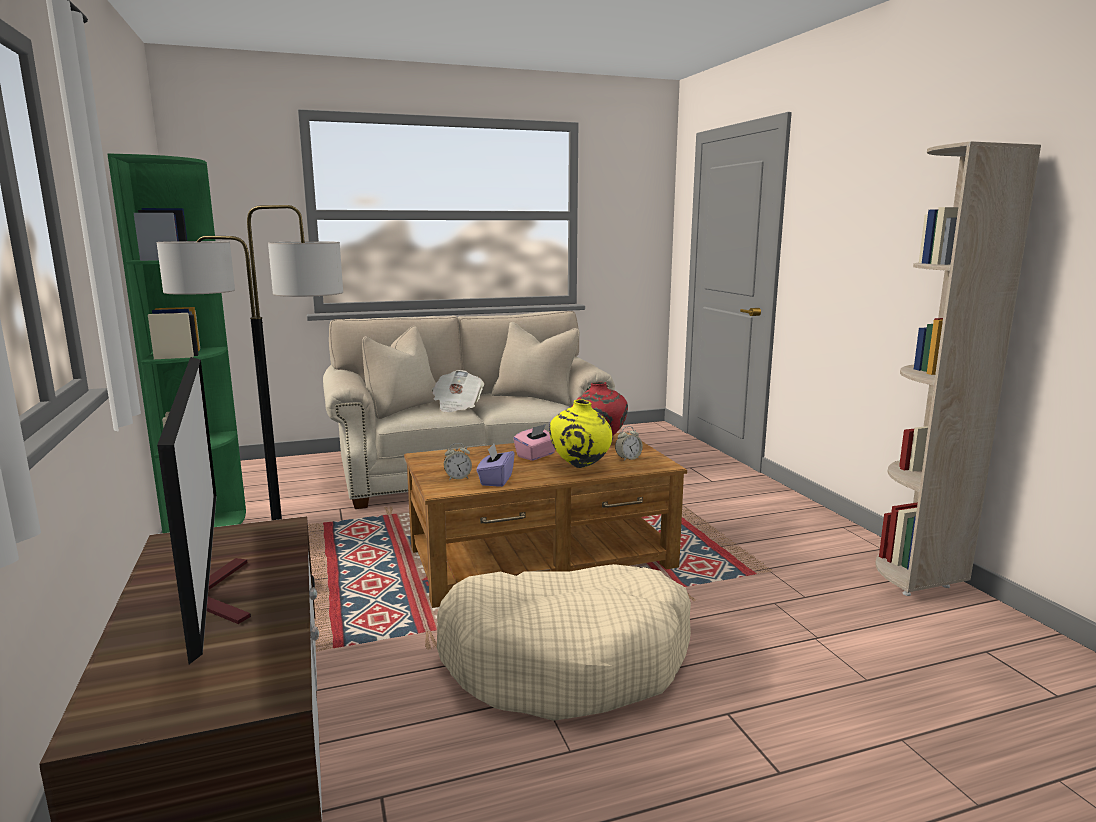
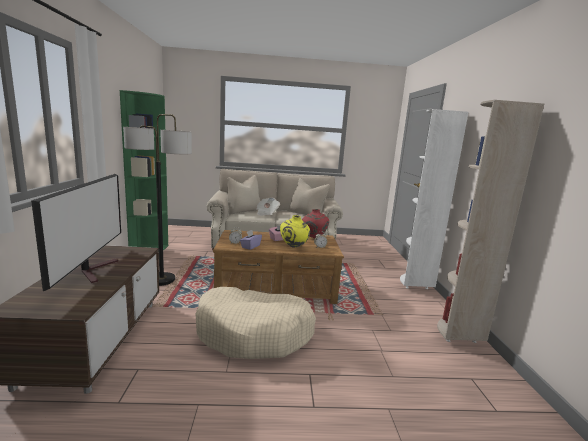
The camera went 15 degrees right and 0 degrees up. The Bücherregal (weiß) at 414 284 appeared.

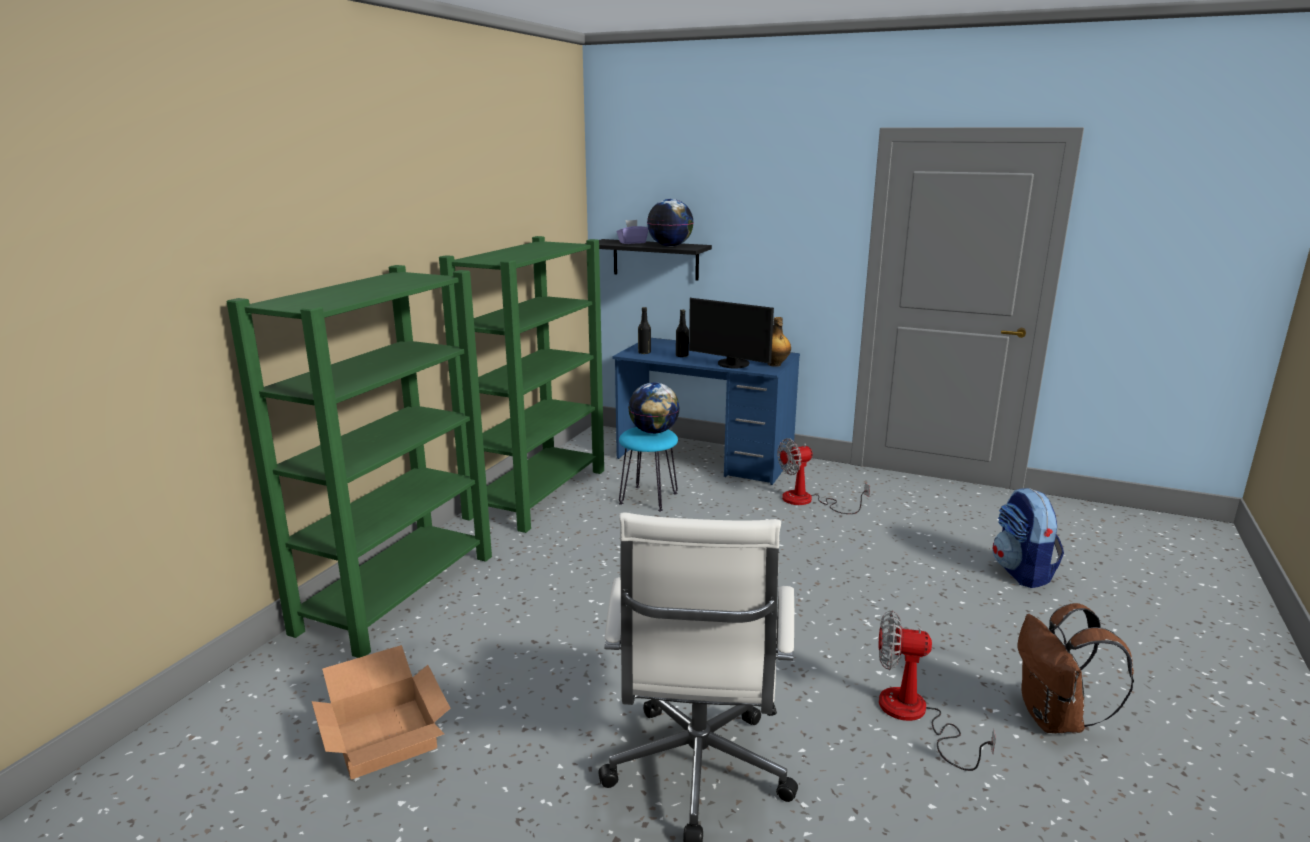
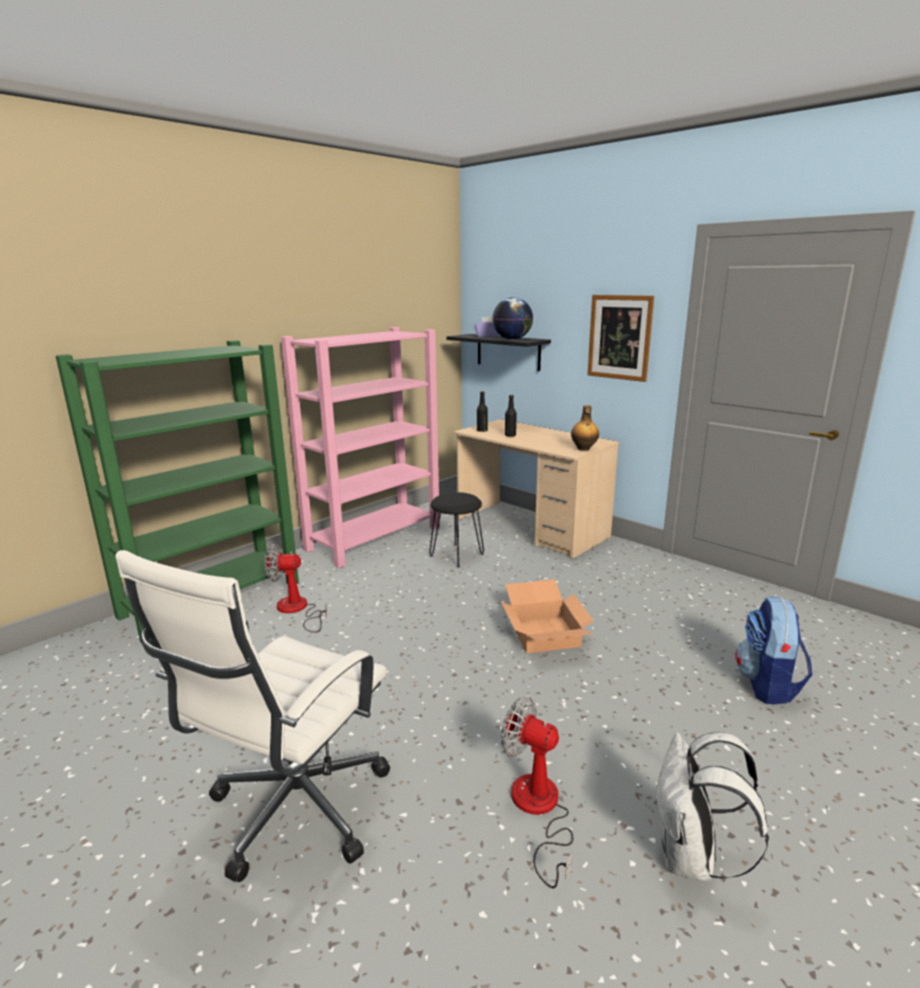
The camera went 20 degrees right and 0 degrees up. The Bücherregal (grün) at 537 493 became the Bücherregal (rosa) at 374 538. The Monitor at 731 365 disappeared. The Schreibtisch (blau) at 705 458 became the Schreibtisch (beige) at 531 528. The Globus at 653 432 disappeared. The Hocker (türkis) at 648 498 became the Hocker (schwarz) at 456 555. The Ventilator moved from 808 501 to 297 610. The Rucksack (braun) at 1055 719 became the Rucksack (weiß) at 691 857. The Karton moved from 383 736 to 543 633. The Bild at 619 337 appeared.

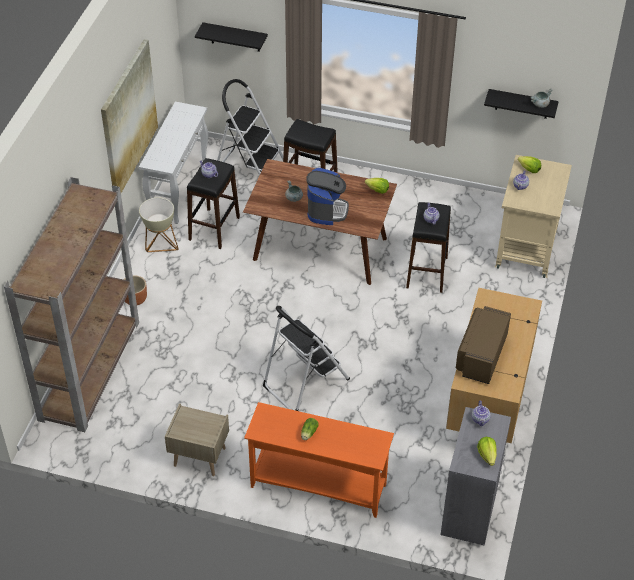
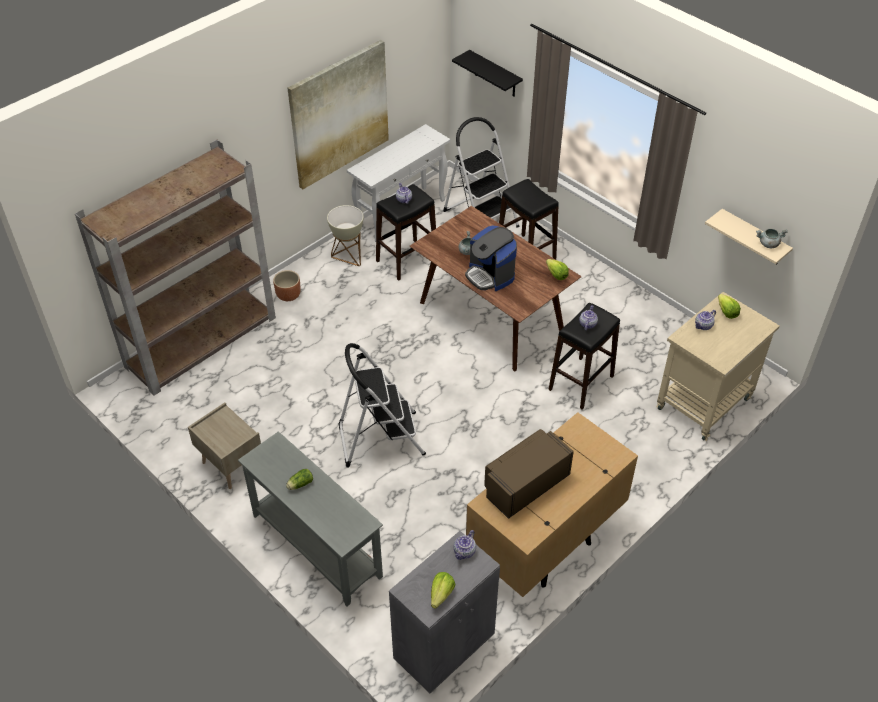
The camera went 30 degrees right and 0 degrees up. The Wandregal (schwarz) at 522 104 became the Wandregal (beige) at 754 238. The Kaffeemaschine at 326 210 turned 105 degrees clockwise. The Konsolentisch (orange) at 317 485 became the Konsolentisch (grau) at 316 545.

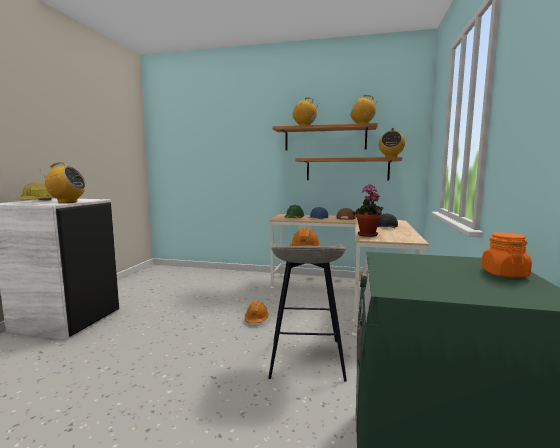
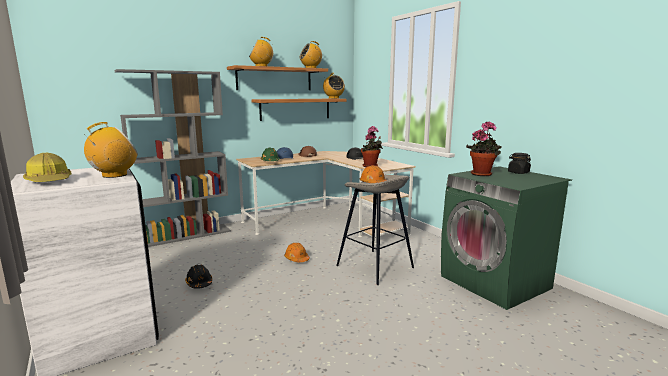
The camera went 45 degrees left and 5 degrees up. The Vorratsglas (orange) at 504 273 became the Vorratsglas (schwarz) at 518 172. The Bücherregal (grau) at 185 235 appeared. The Topfpflanze at 482 174 appeared. The Schutzhelm (schwarz) at 199 283 appeared.

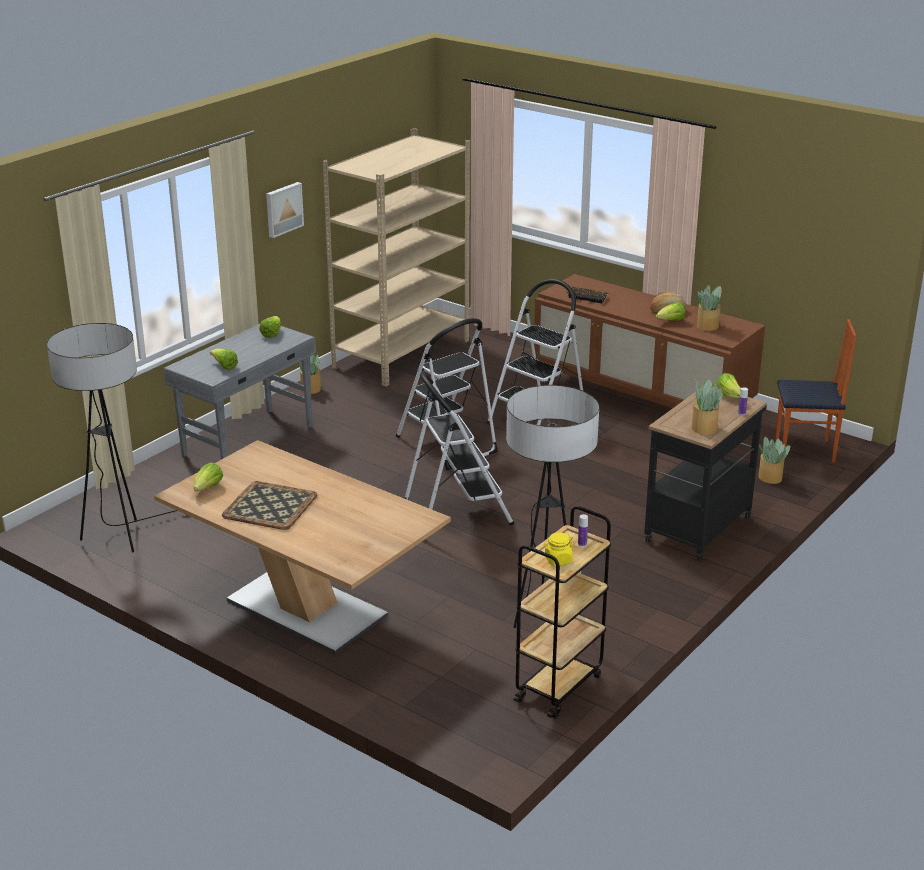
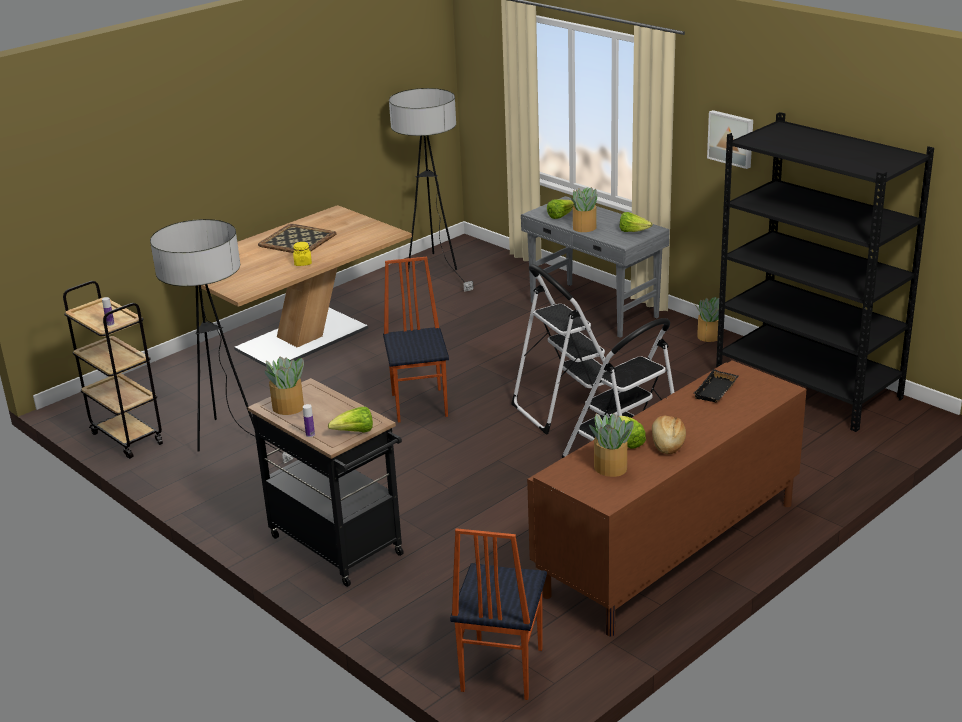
The camera went 100 degrees right and 0 degrees up. The Bücherregal (beige) at 402 353 became the Bücherregal (schwarz) at 807 387. The Trittleiter at 454 515 was replaced by the Stuhl at 420 404. The Topfpflanze moved from 770 478 to 584 228. The Salatkopf at 207 488 disappeared. The Vorratsglas (gelb) moved from 558 560 to 303 263.

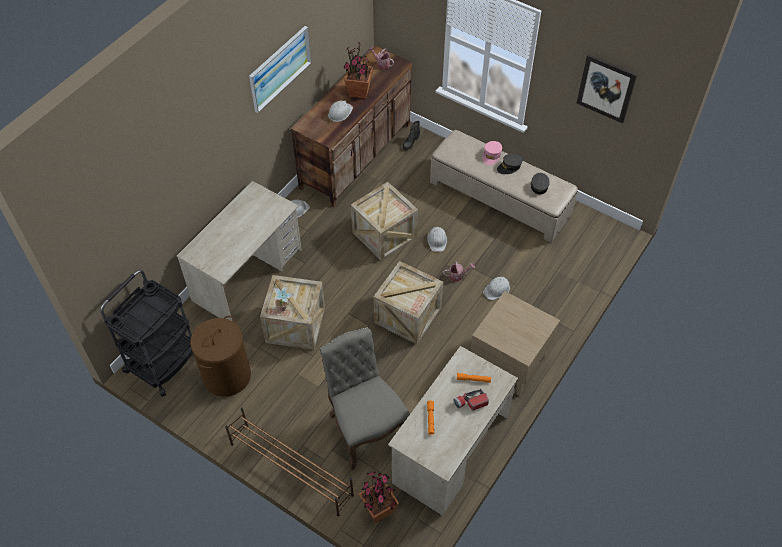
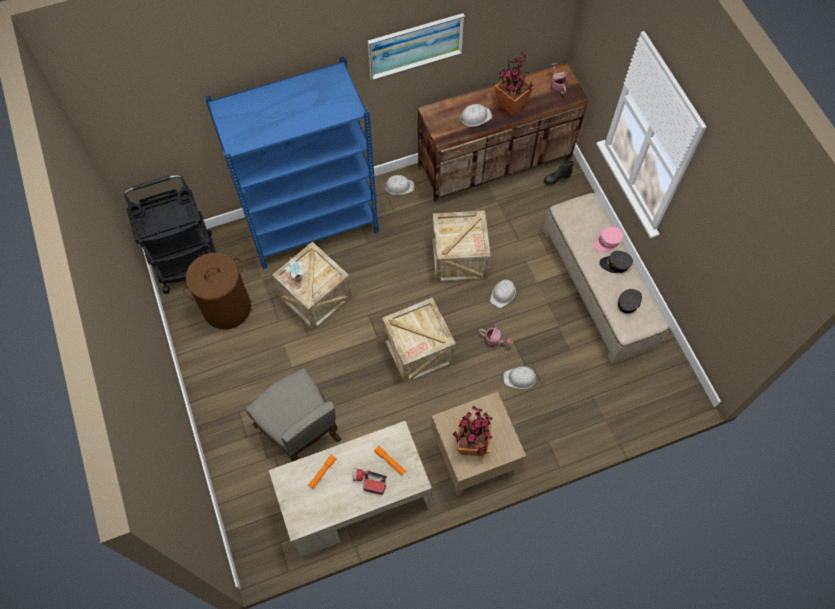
The camera went 35 degrees right and 10 degrees up. The Bild at 606 88 disappeared. The Schreibtisch (beige) at 248 275 was replaced by the Bücherregal (blau) at 312 225. The Stuhl (grau) at 366 428 turned 135 degrees clockwise. The Schuhregal (braun) at 290 468 disappeared. The Topfpflanze moved from 378 510 to 471 444.

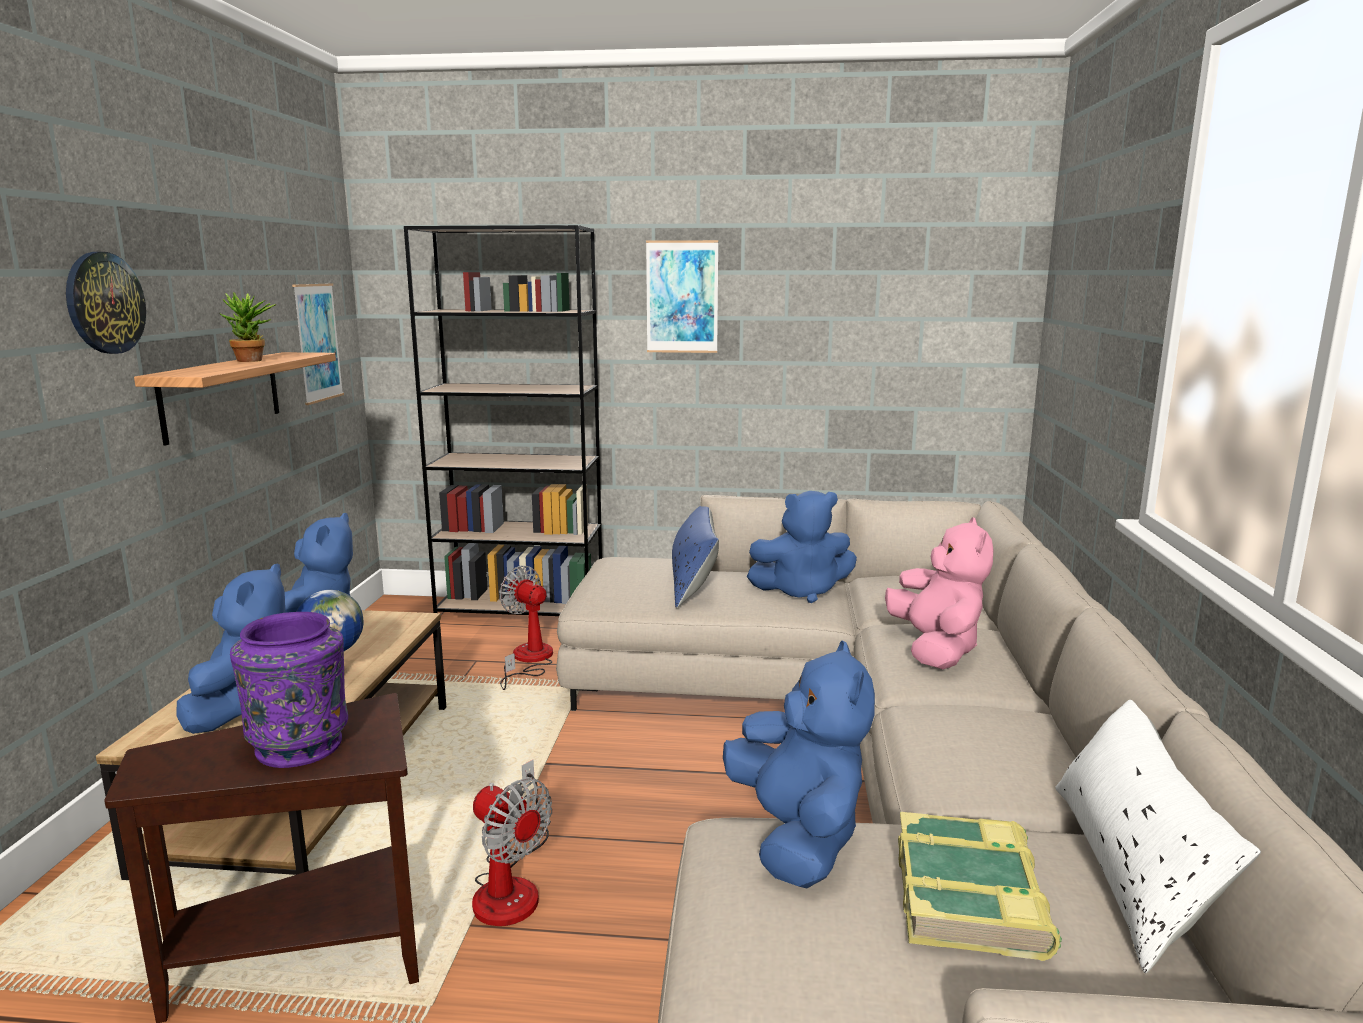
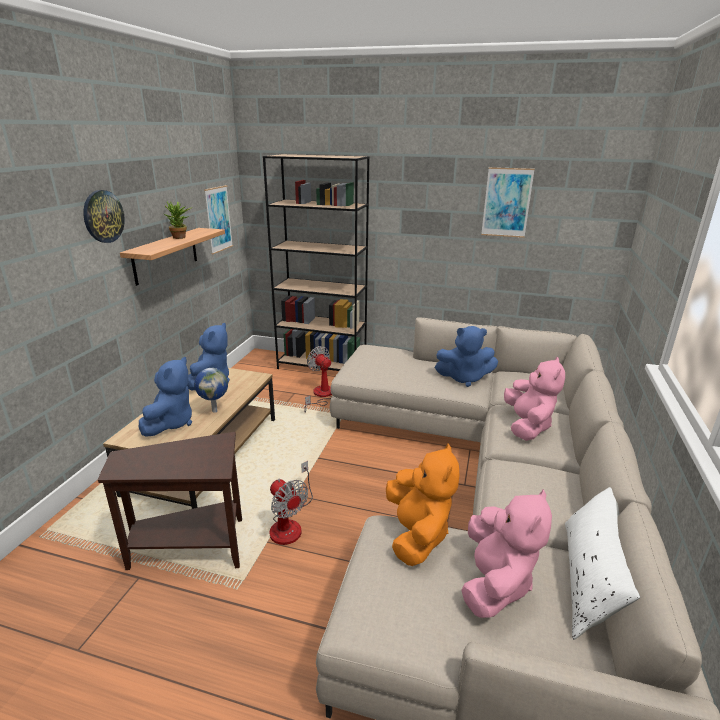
The camera went 10 degrees right and 10 degrees up. The Bild moved from 682 297 to 506 202. The Kissen (blau) at 693 581 disappeared. The Vase (lila) at 299 745 disappeared. The Plüschtier (blau) at 797 837 became the Plüschtier (orange) at 417 535. The Buch at 971 896 was replaced by the Plüschtier (rosa) at 495 583.

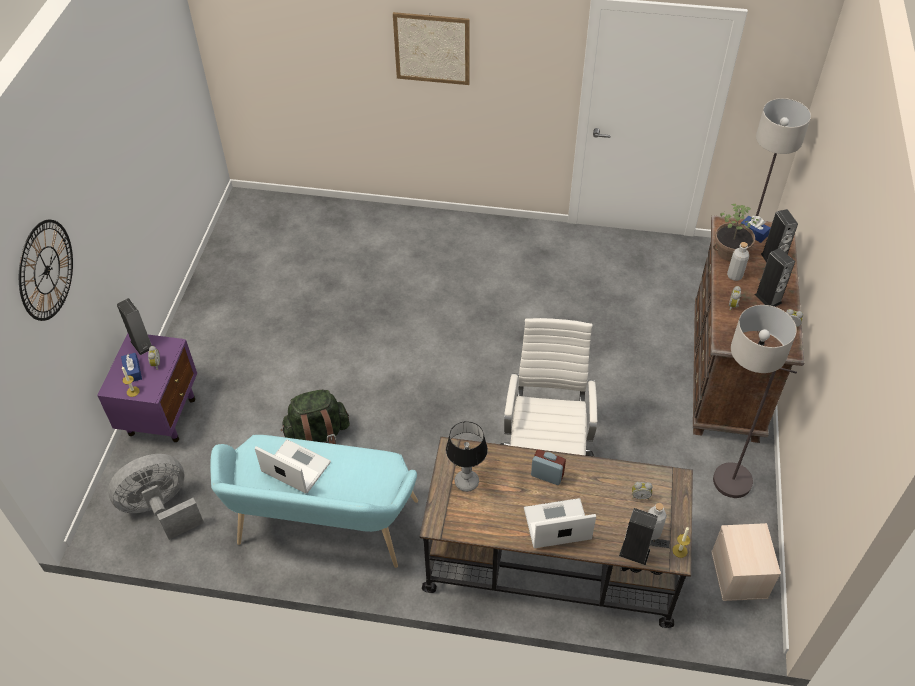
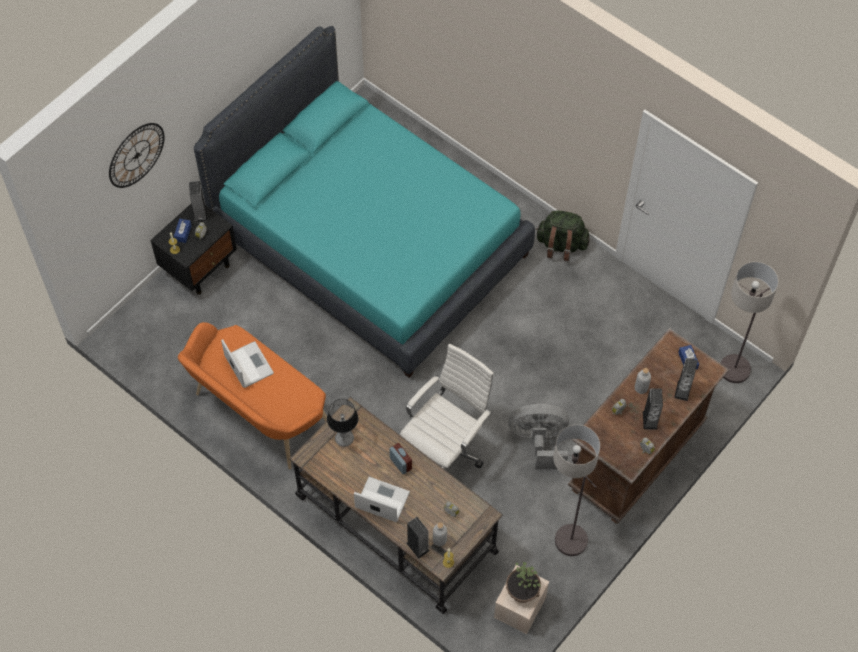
The camera went 30 degrees right and 10 degrees up. The Bild at 432 47 disappeared. The Topfpflanze moved from 730 252 to 522 591. The Nachttisch (lila) at 162 415 became the Nachttisch (schwarz) at 200 267. The Rucksack (grün) moved from 318 435 to 561 245. The Bank (türkis) at 323 529 became the Bank (orange) at 258 414. The Ventilator (grau) moved from 162 509 to 539 442. The Bett (türkis) at 370 242 appeared.

